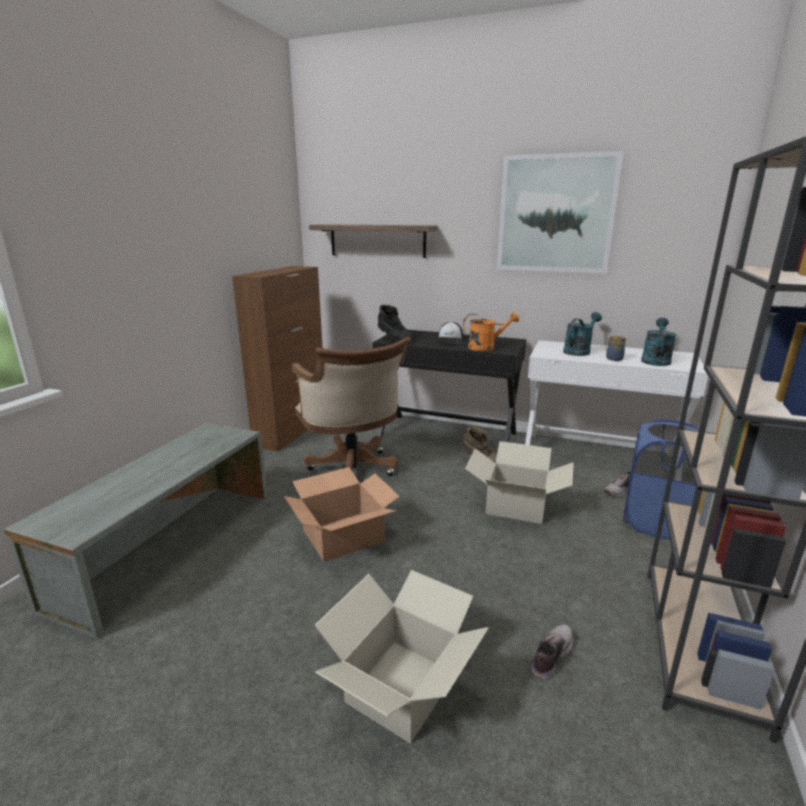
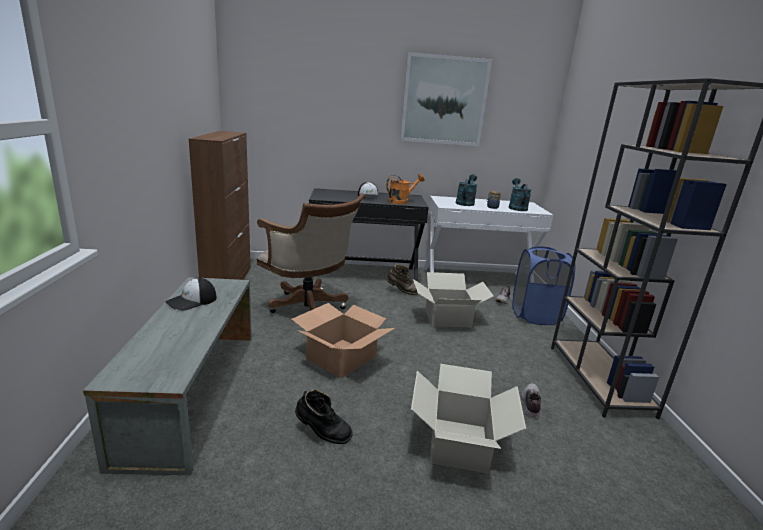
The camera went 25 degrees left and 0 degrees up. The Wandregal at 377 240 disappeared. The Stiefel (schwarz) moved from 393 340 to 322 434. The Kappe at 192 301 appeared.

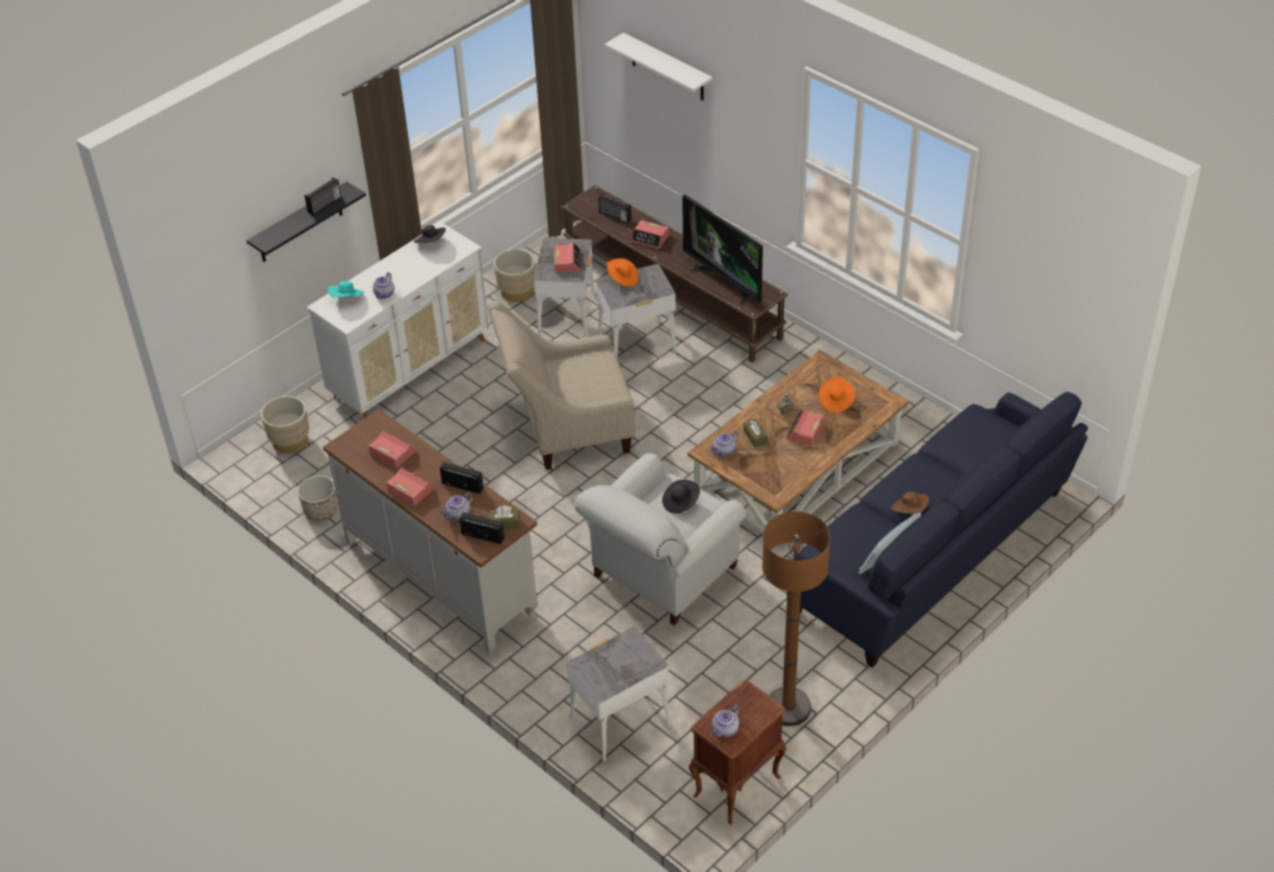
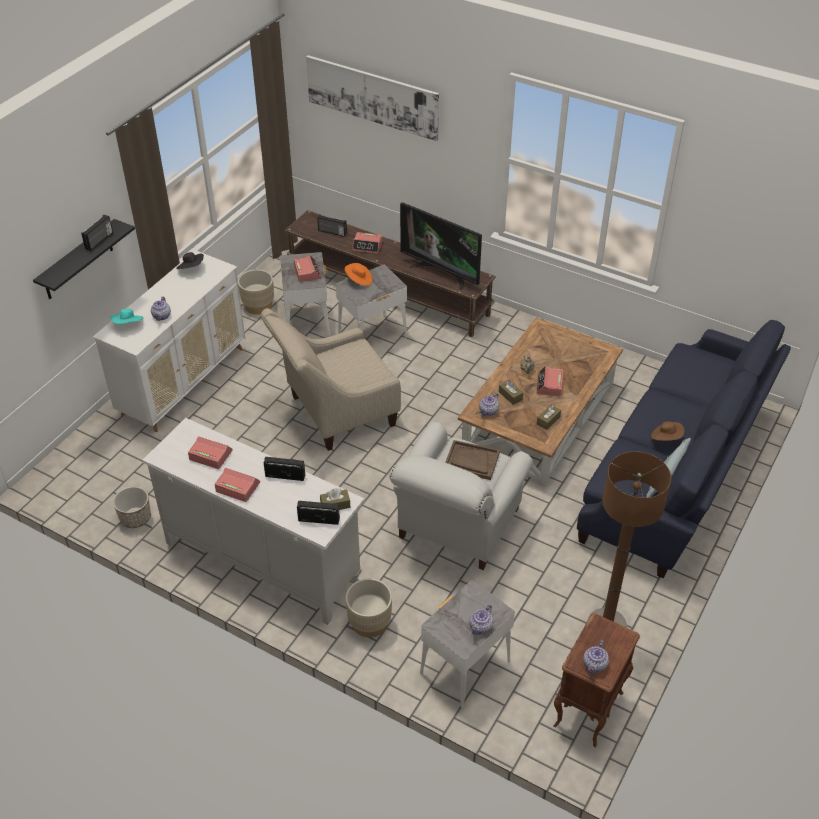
The camera went 15 degrees left and 0 degrees up. The Wandregal (weiß) at 667 68 was replaced by the Bild at 372 96. The Hut (orange) at 835 401 disappeared. The Pflanzkübel (beige) moved from 290 441 to 369 622. The Kommode (braun) at 440 576 became the Kommode (weiß) at 262 560. The Hut (schwarz) at 680 503 was replaced by the Tablett (braun) at 471 461. The Teekanne moved from 458 515 to 480 627. The Taschentuchbox (braun) at 548 420 appeared.

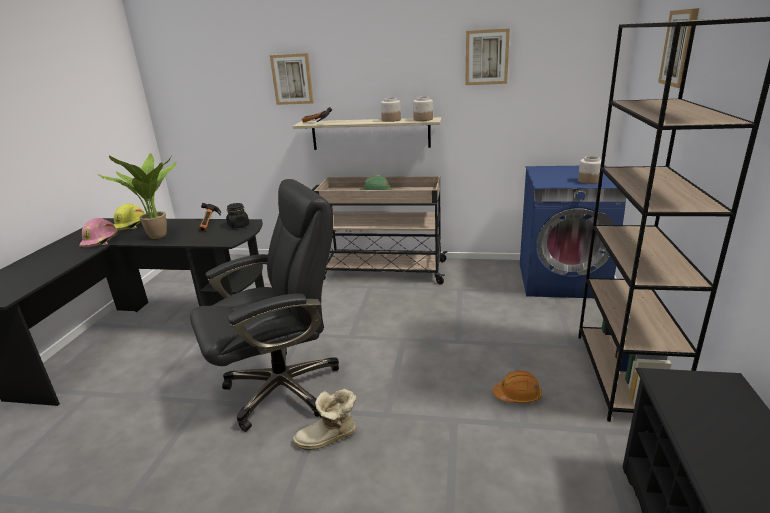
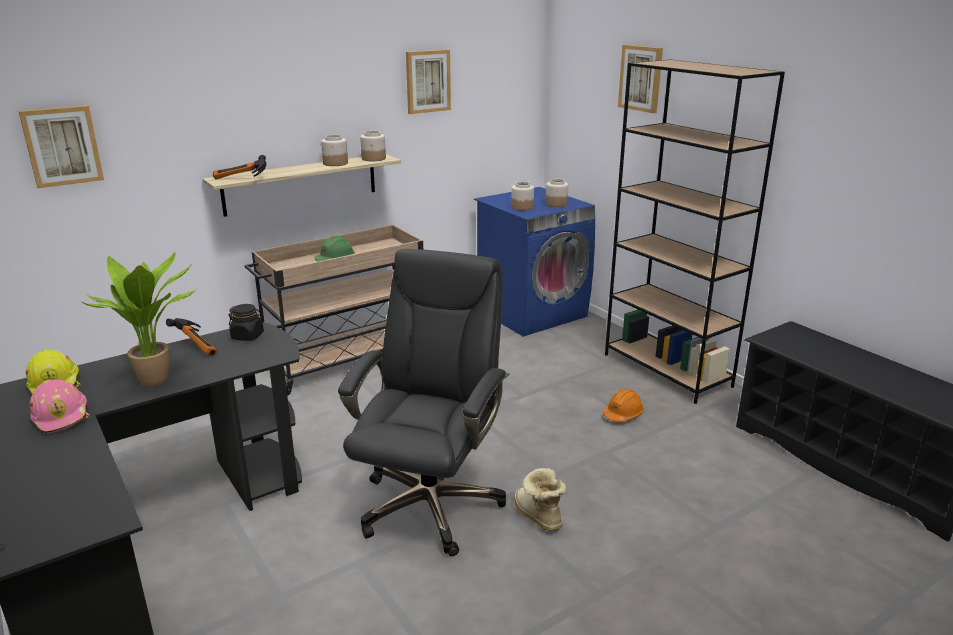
The camera went 45 degrees left and 0 degrees up. The Bild moved from 292 79 to 62 146. The Stiefel at 328 438 turned 120 degrees clockwise. The Vorratsglas at 522 207 appeared.

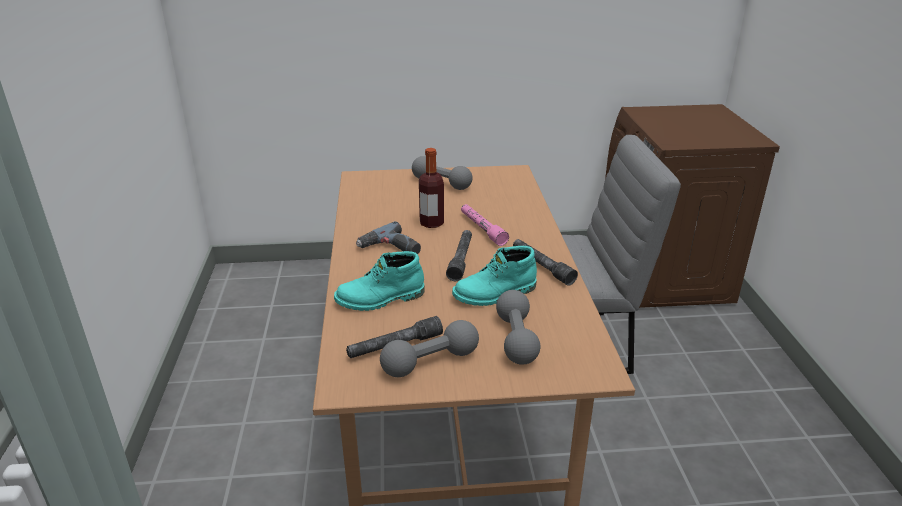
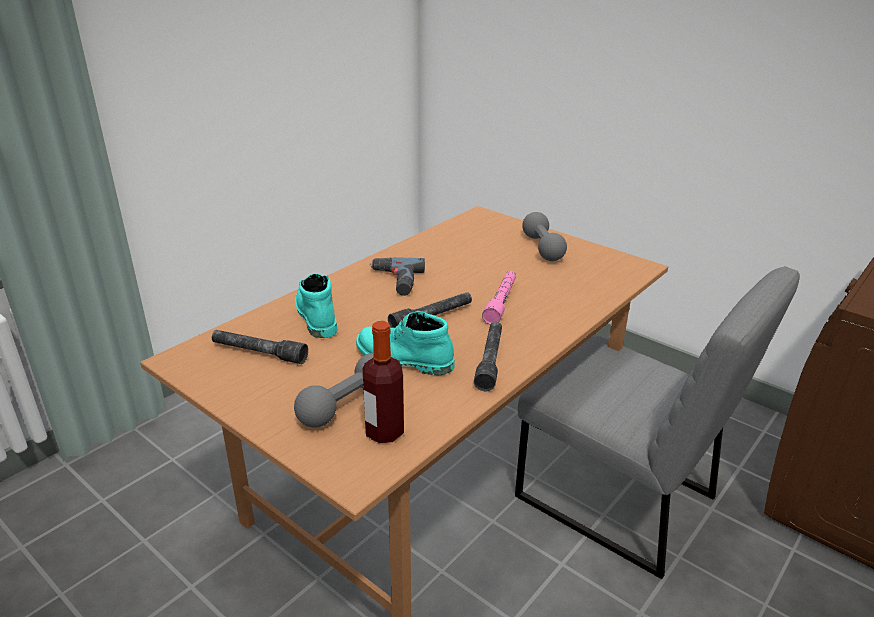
The camera went 45 degrees right and 0 degrees up. The Flasche moved from 431 223 to 384 432. The Stiefel (türkis) at 380 299 turned 45 degrees clockwise. The Hantel (grau) at 430 362 disappeared.

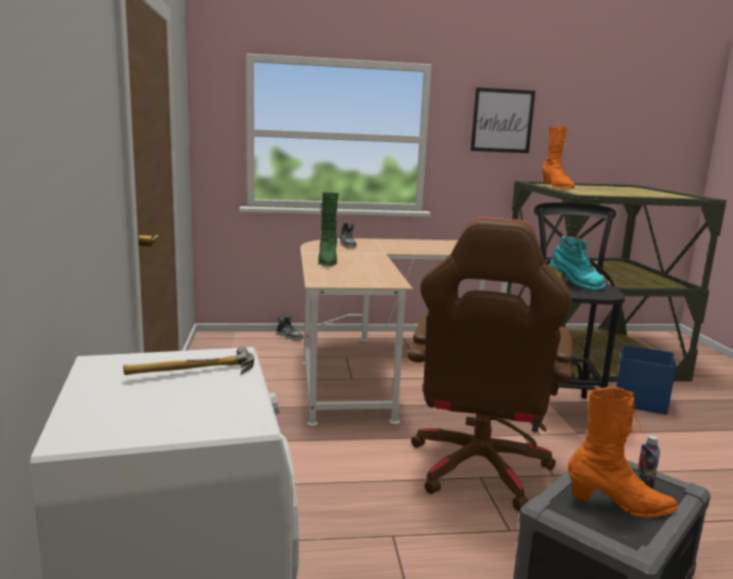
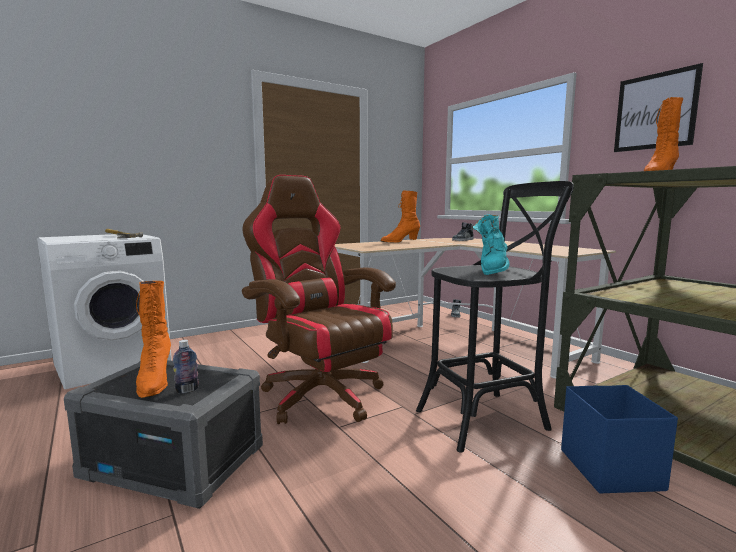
The camera went 65 degrees right and 5 degrees down. The Stiefel (grün) at 327 261 became the Stiefel (orange) at 400 242. The Bürostuhl (braun) at 479 467 turned 60 degrees clockwise.

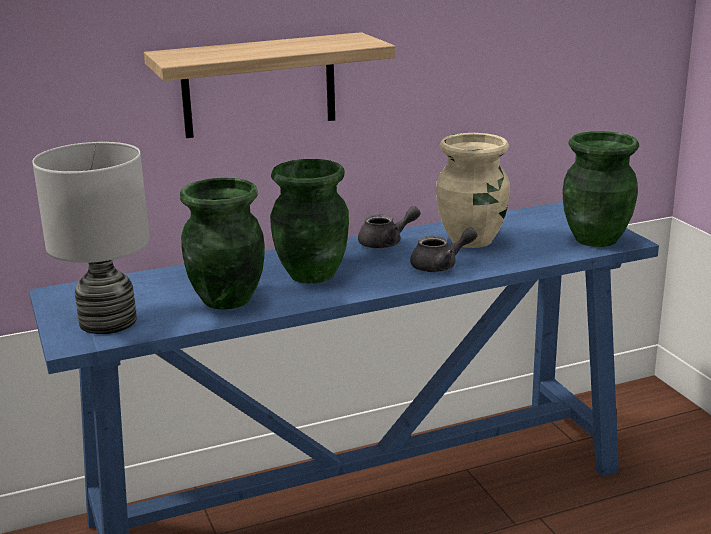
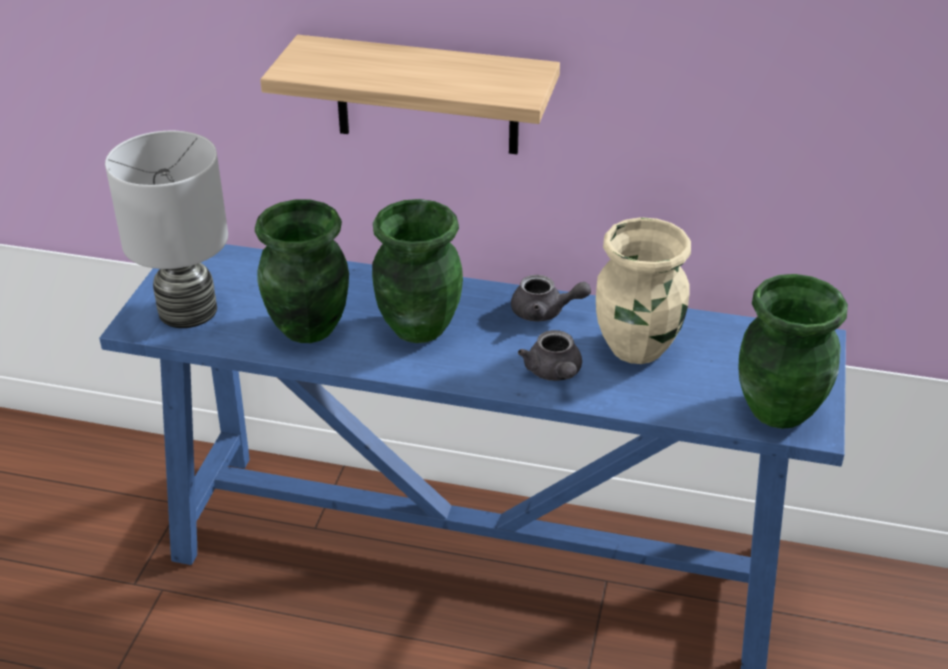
The camera went 35 degrees right and 15 degrees up. The Teekanne (grau) at 441 266 turned 60 degrees clockwise.

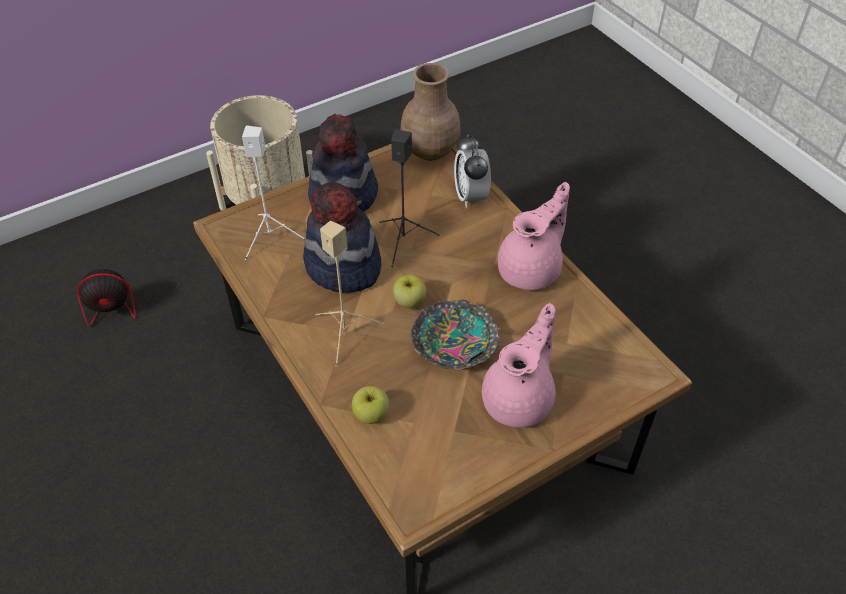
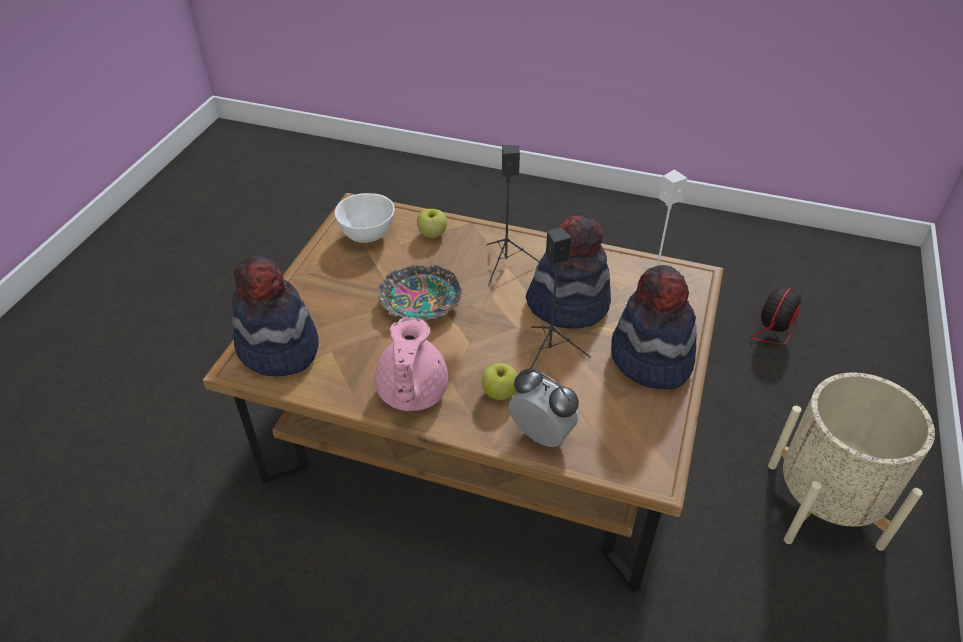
The camera went 140 degrees right and 5 degrees down. The Vase (braun) at 430 151 disappeared. The Lautsprecher (beige) at 345 333 became the Lautsprecher (schwarz) at 505 264. The Apfel moved from 409 301 to 500 392. The Teekanne (rosa) at 520 399 disappeared. The Schüssel (weiß) at 368 235 appeared. The Hut at 278 349 appeared.

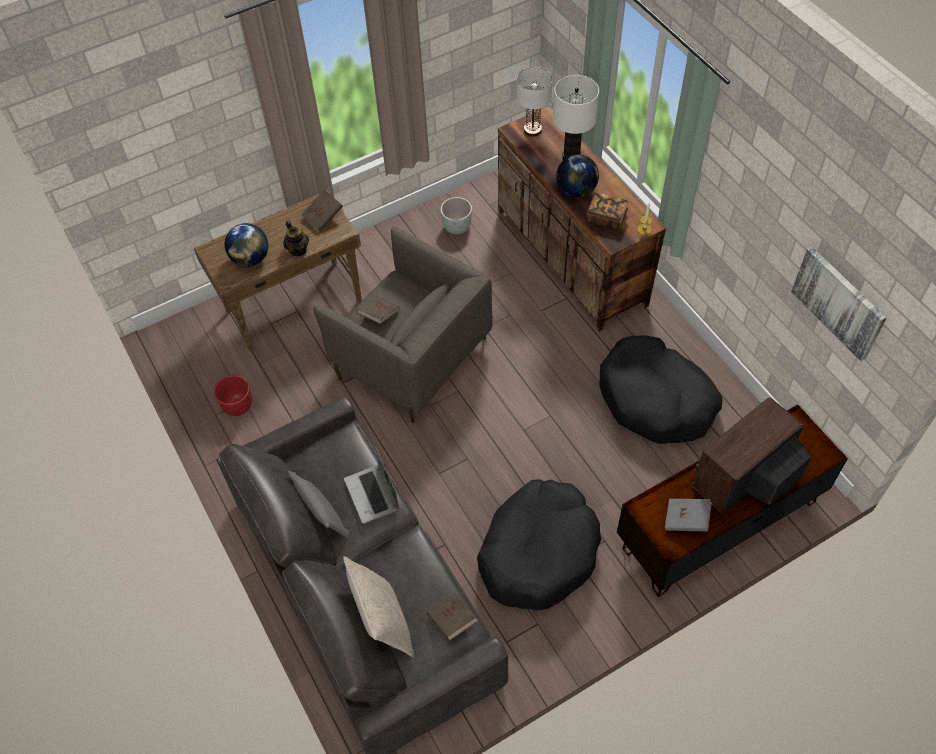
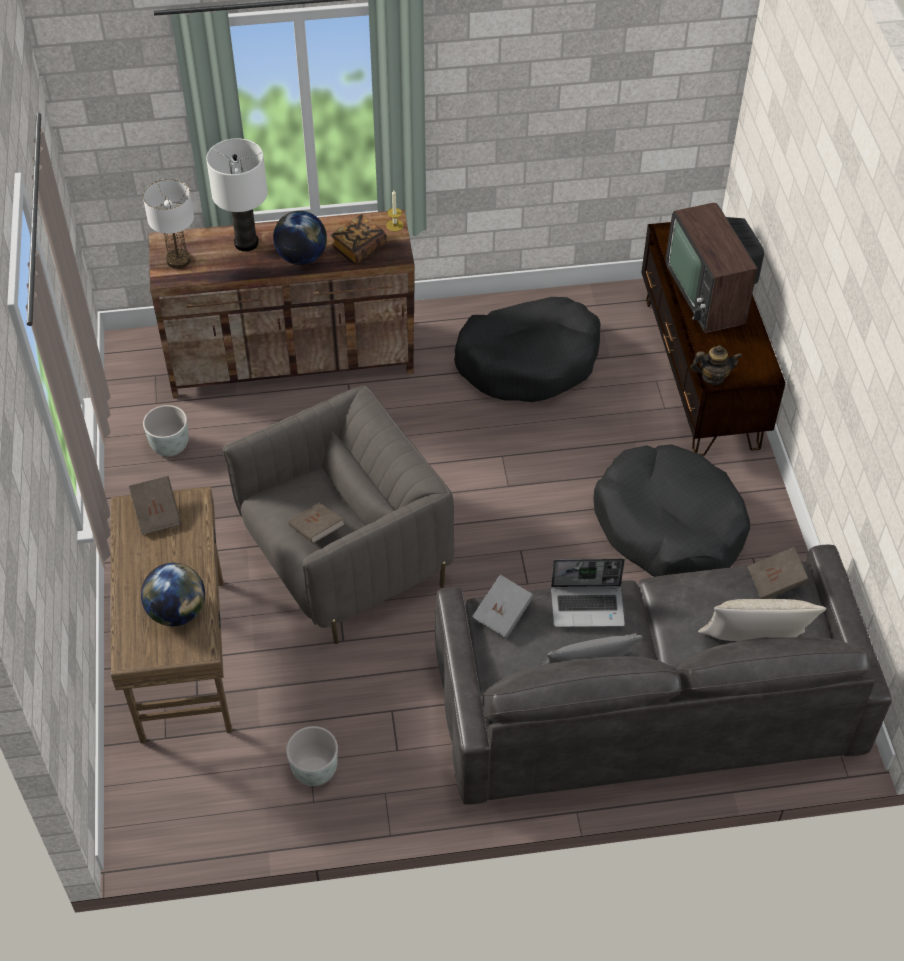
The camera went 70 degrees left and 5 degrees down. The Teekanne moved from 298 250 to 713 377. The Bild at 839 302 disappeared. The Pflanzkübel (rot) at 237 406 became the Pflanzkübel (grau) at 314 770. The Buch (grau) moved from 686 520 to 503 614.

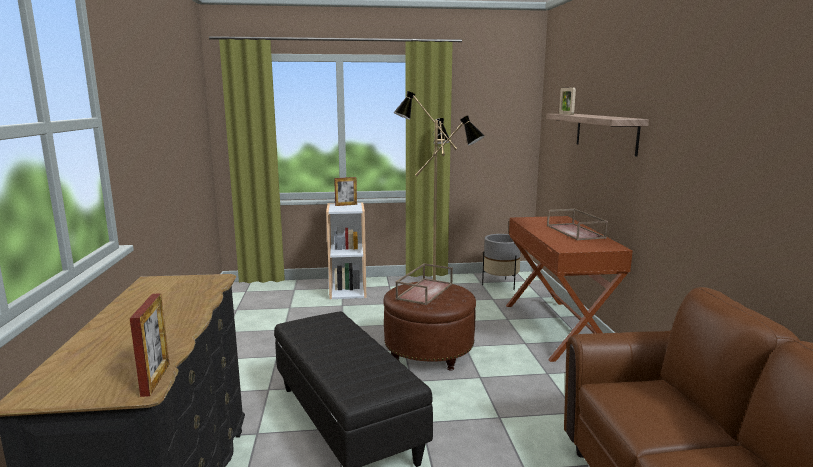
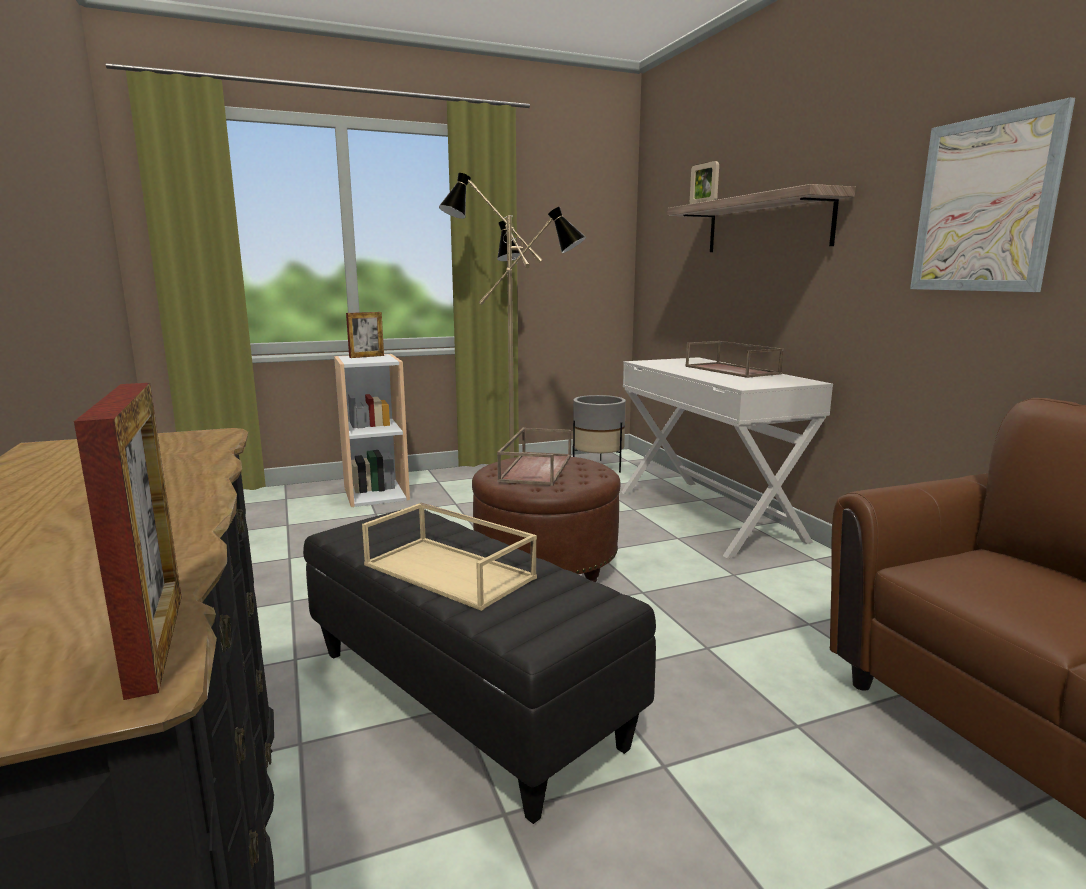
The camera went 15 degrees left and 0 degrees up. The Konsolentisch (braun) at 557 328 became the Konsolentisch (weiß) at 708 515. The Bild at 984 205 appeared. The Tablett (beige) at 451 571 appeared.

